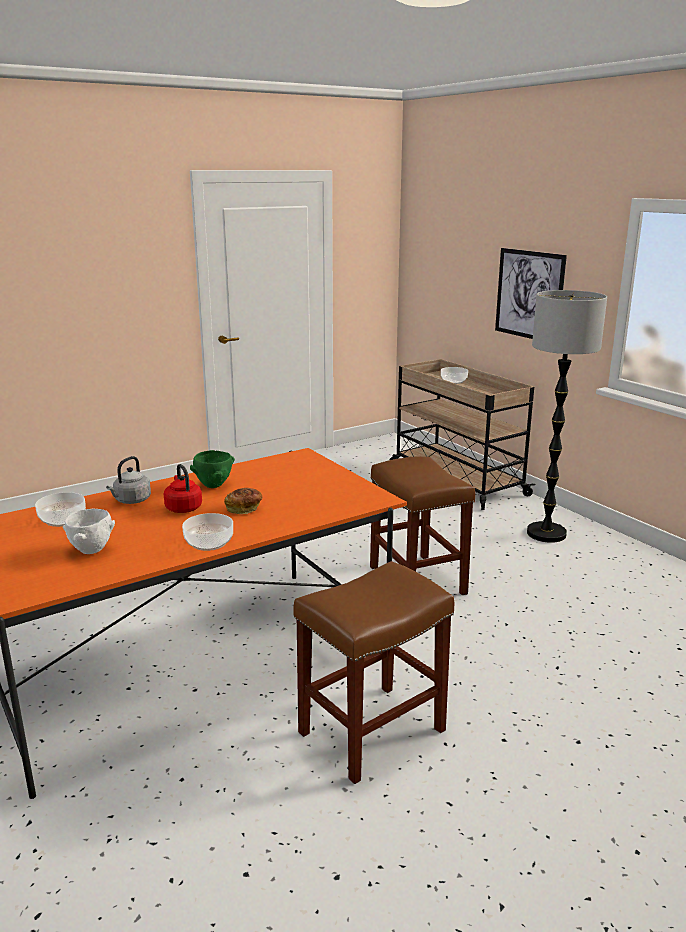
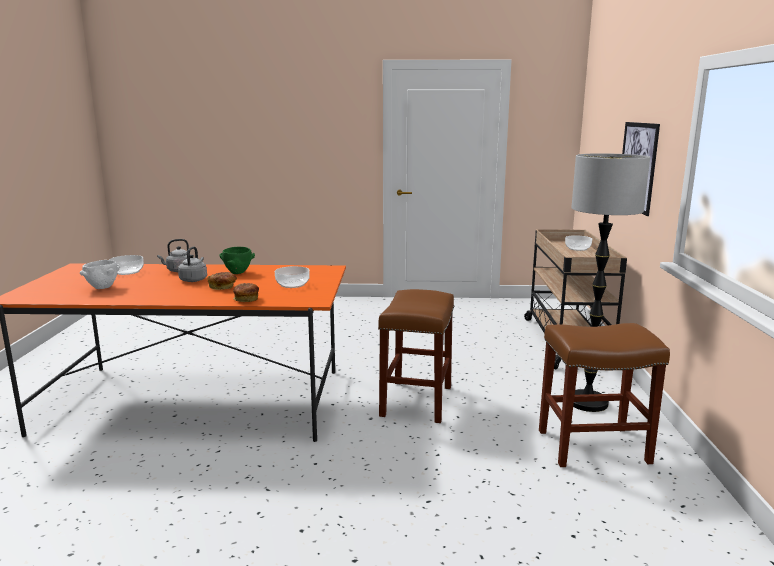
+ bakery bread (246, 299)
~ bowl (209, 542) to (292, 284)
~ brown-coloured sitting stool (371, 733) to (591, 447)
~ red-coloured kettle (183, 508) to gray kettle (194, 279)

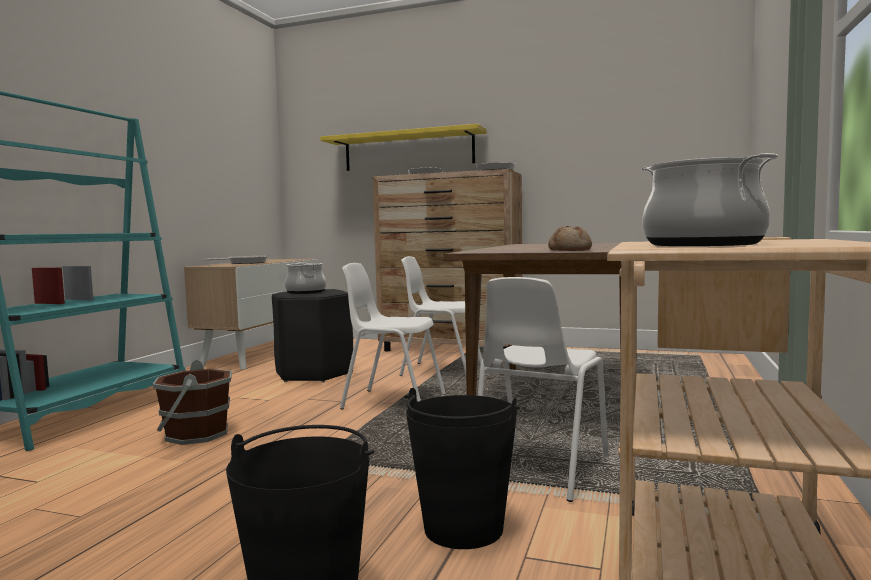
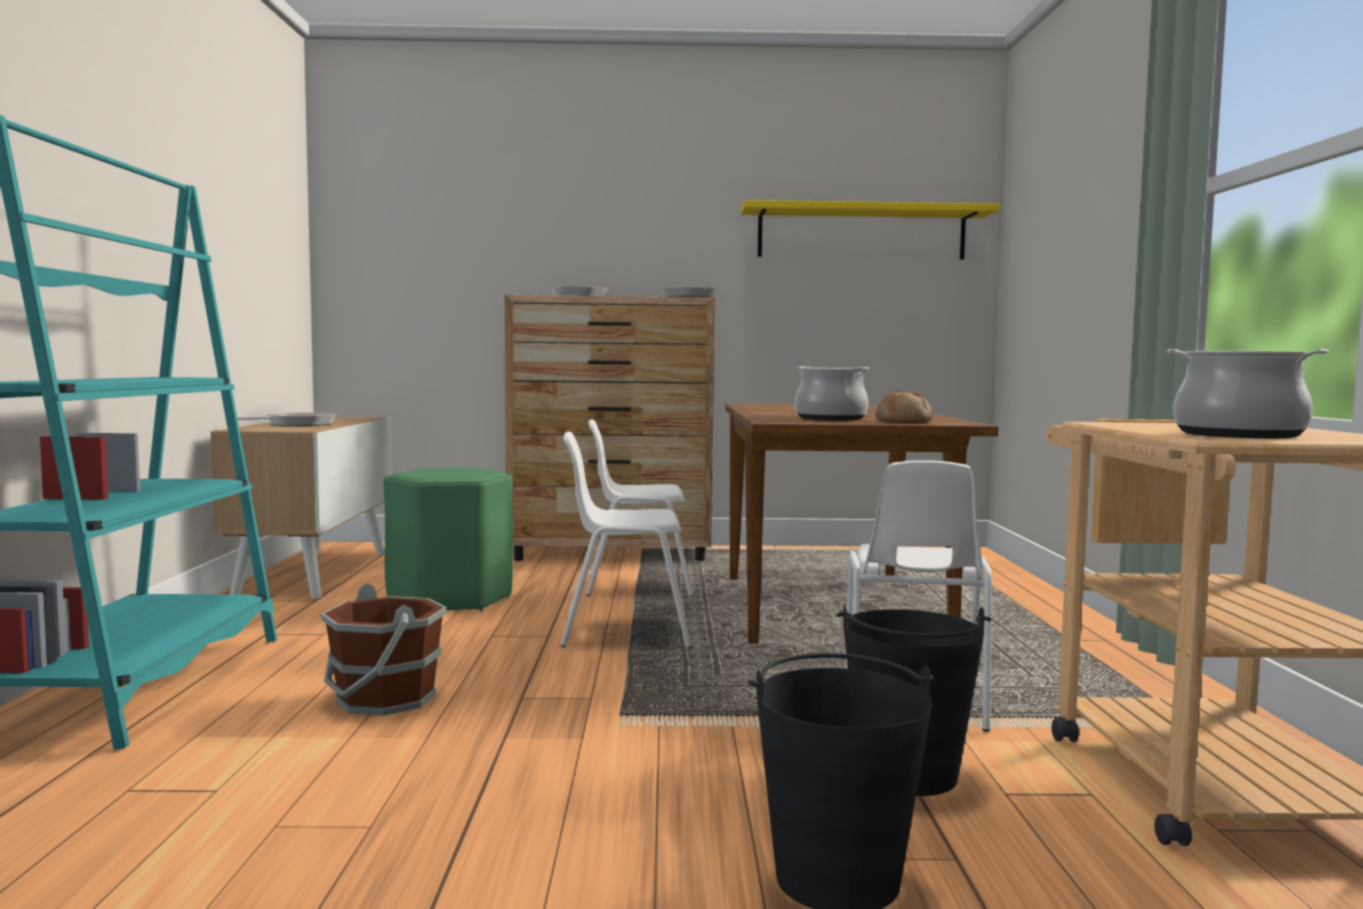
~ stockpot (305, 292) to (830, 418)
~ yellowish shelf (408, 151) to (861, 234)
~ black sitting stool (315, 374) to green sitting stool (450, 599)

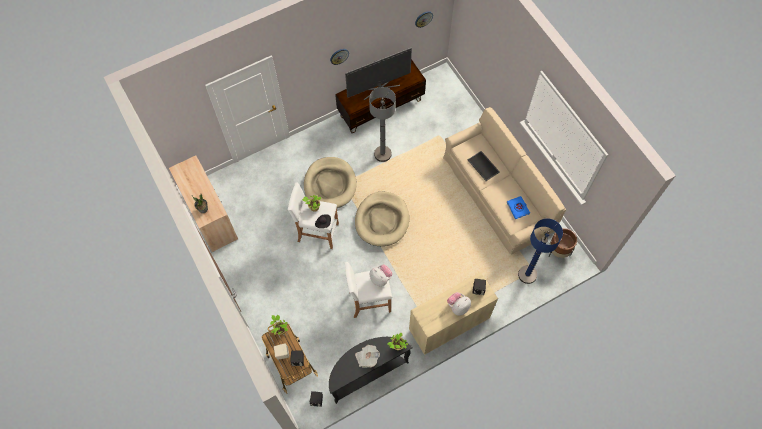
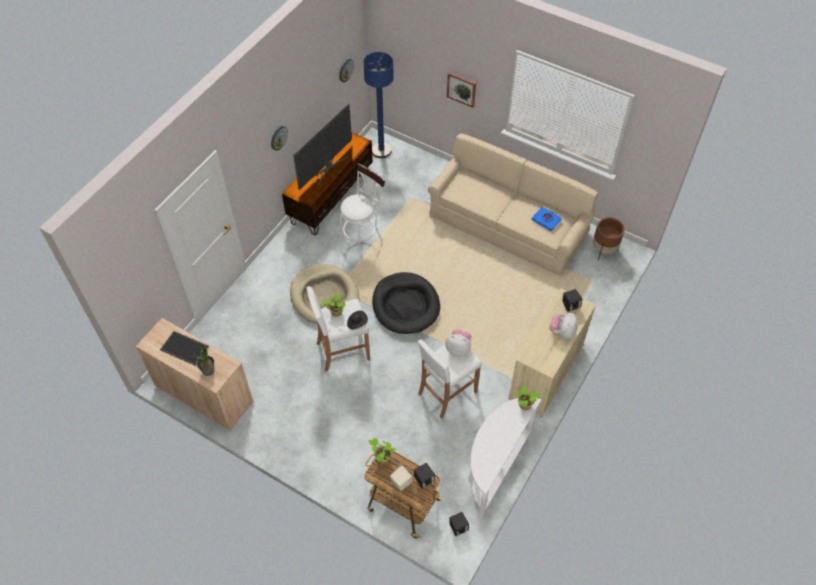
- printed paper (367, 357)
+ wall art (461, 89)
~ tray (484, 166) to (185, 348)
~ blue standing lamp (527, 274) to (381, 151)
~ gray standing lamp (382, 154) to whitish sitting stool (362, 240)
~ black narrow table (367, 373) to whitish narrow table (494, 468)
~ beige-coloured dog cushion (382, 220) to black dog cushion (405, 305)

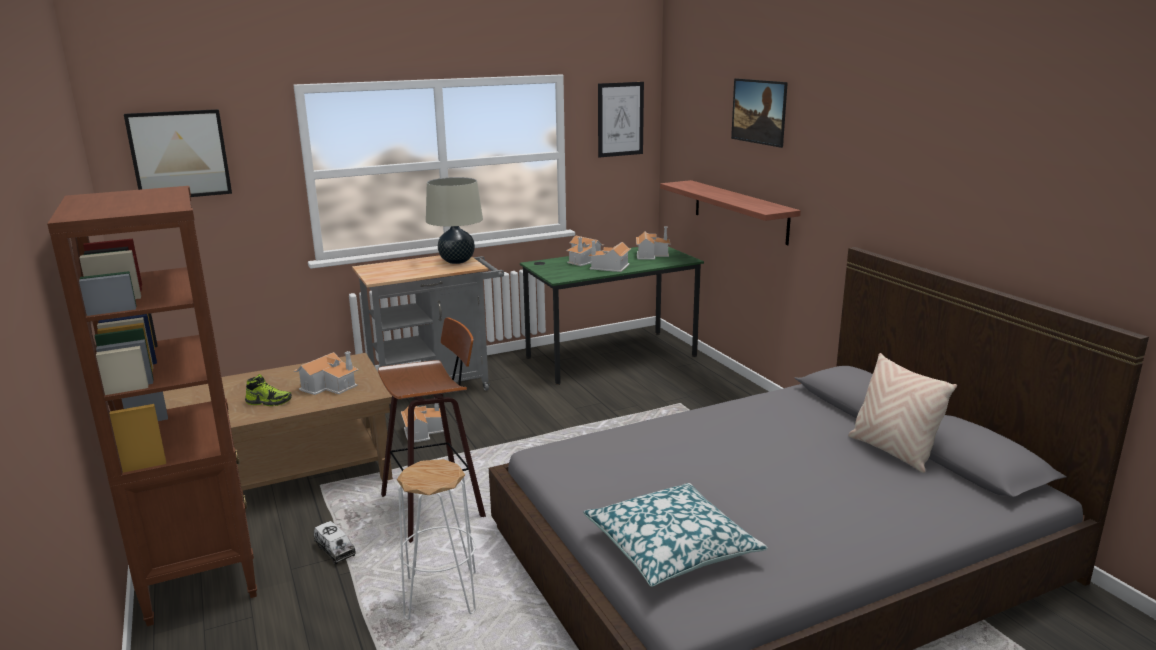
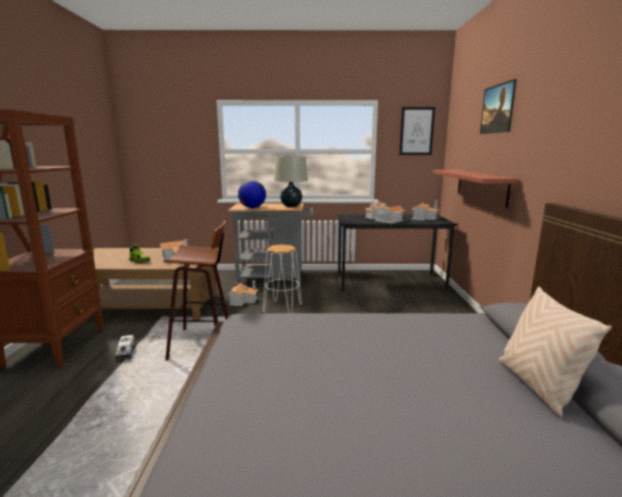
- wall art (179, 154)
- throw pillow (671, 547)
+ desk globe (252, 208)
~ whitish sitting stool (442, 595) to (283, 308)
~ green desk table (611, 357) to black desk table (389, 282)

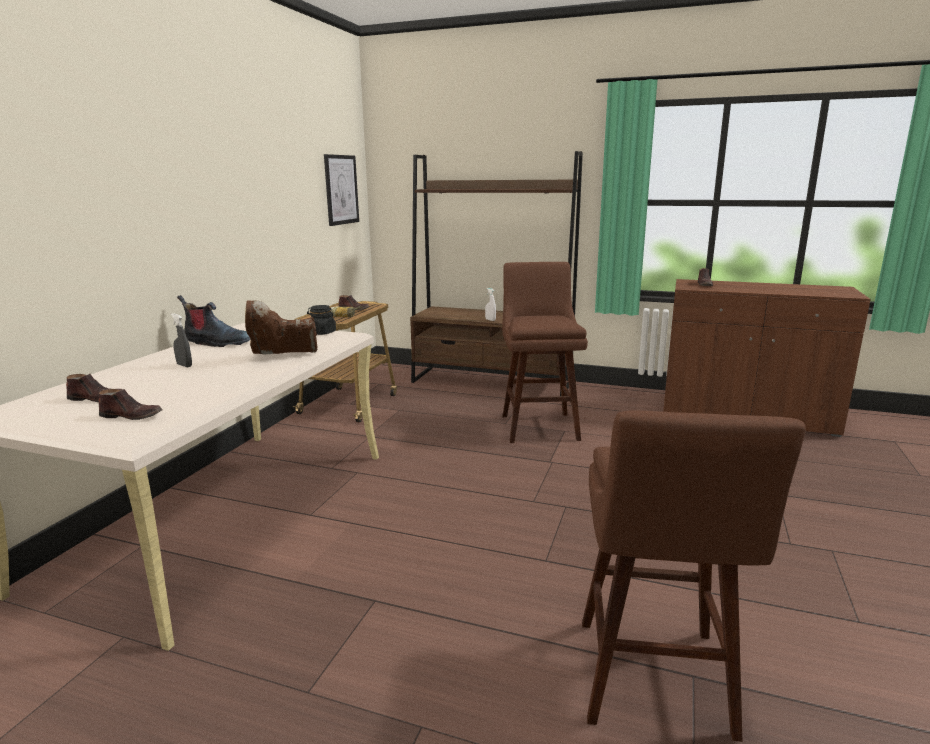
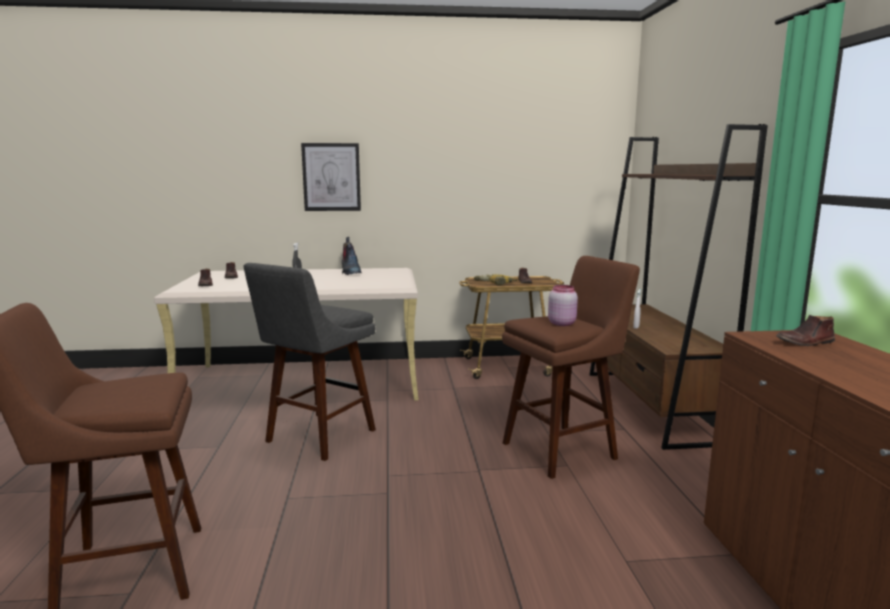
- brown-coloured high-top boot (282, 357)
- black storage jar (321, 333)
+ gray sitting stool (317, 438)
+ pink storage jar (561, 323)
~ wall art (341, 190) to (331, 177)

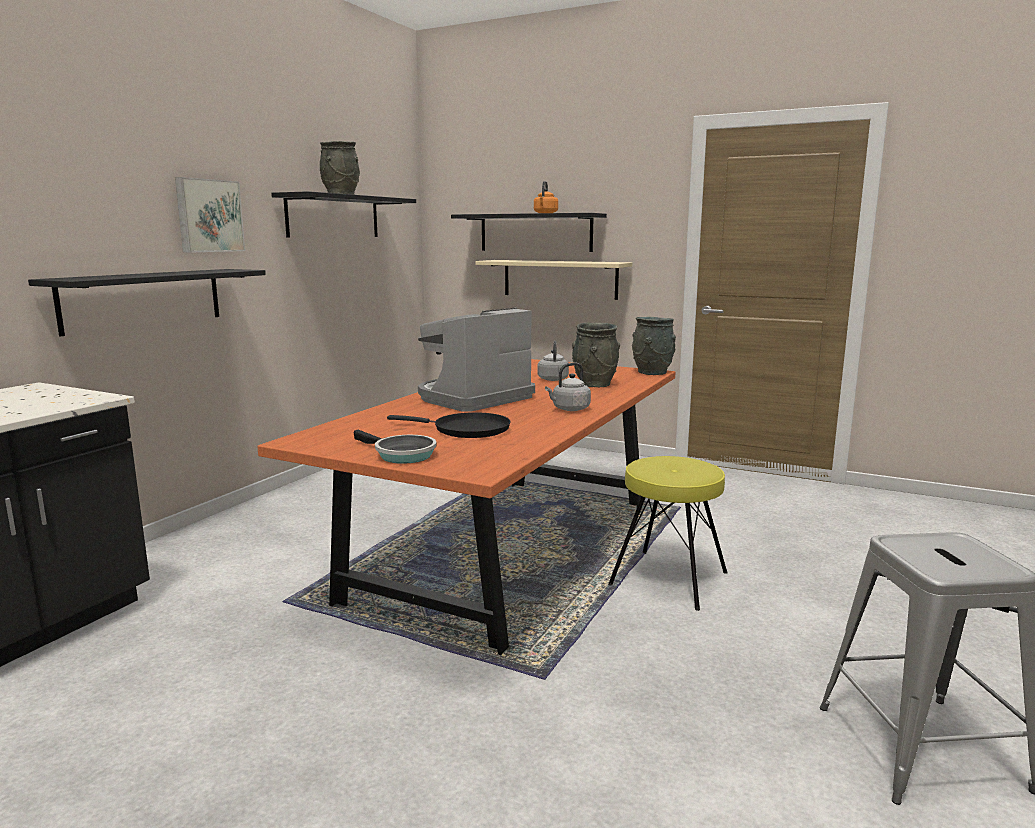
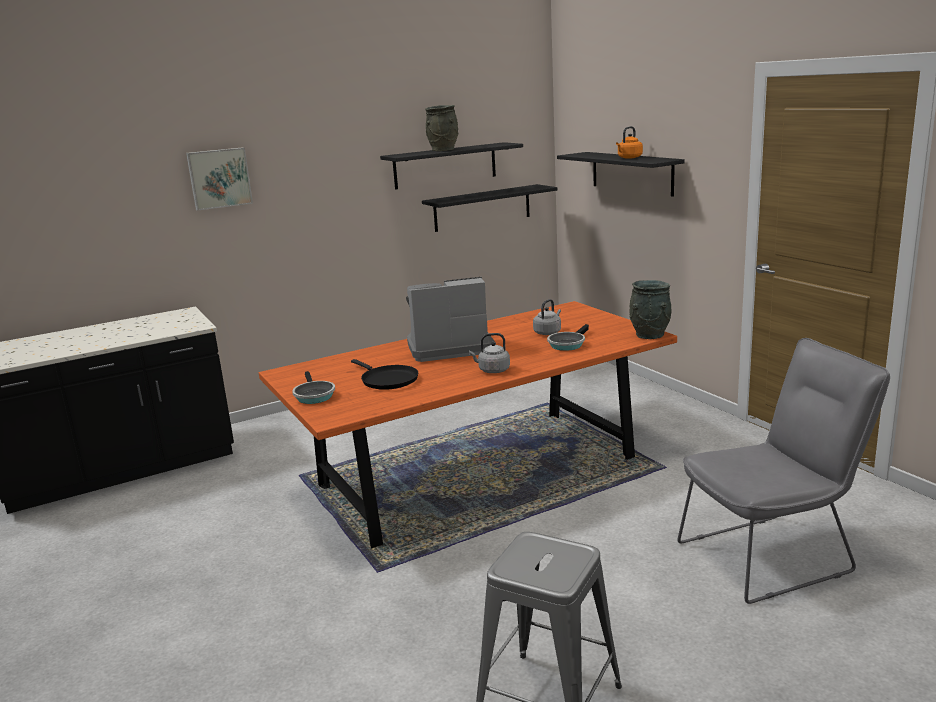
- beige-coloured shelf (560, 279)
- yellowish sitting stool (669, 579)
+ gray plain chair (773, 555)
~ black shelf (143, 299) to (482, 208)
~ wall art (208, 216) to (219, 178)
~ gray vase (594, 384) to pan (567, 344)

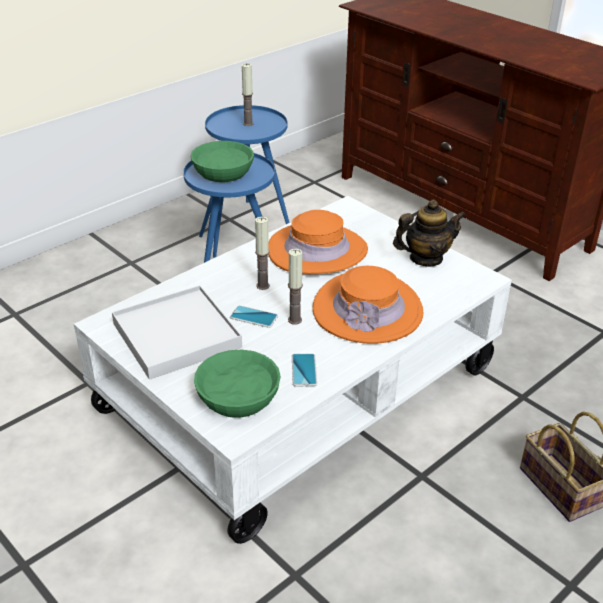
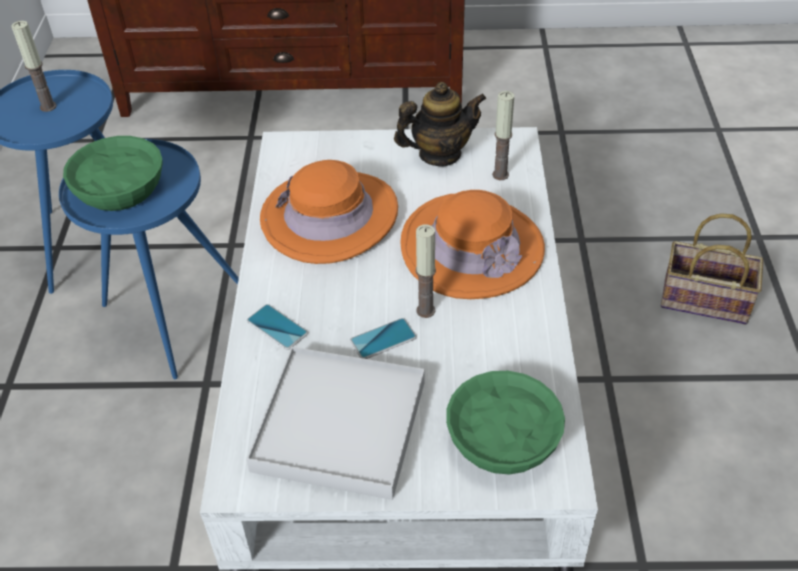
~ wax light (263, 285) to (500, 174)
~ telephone (304, 370) to (277, 327)
~ pot for tea (425, 258) = (439, 154) 45 degrees clockwise

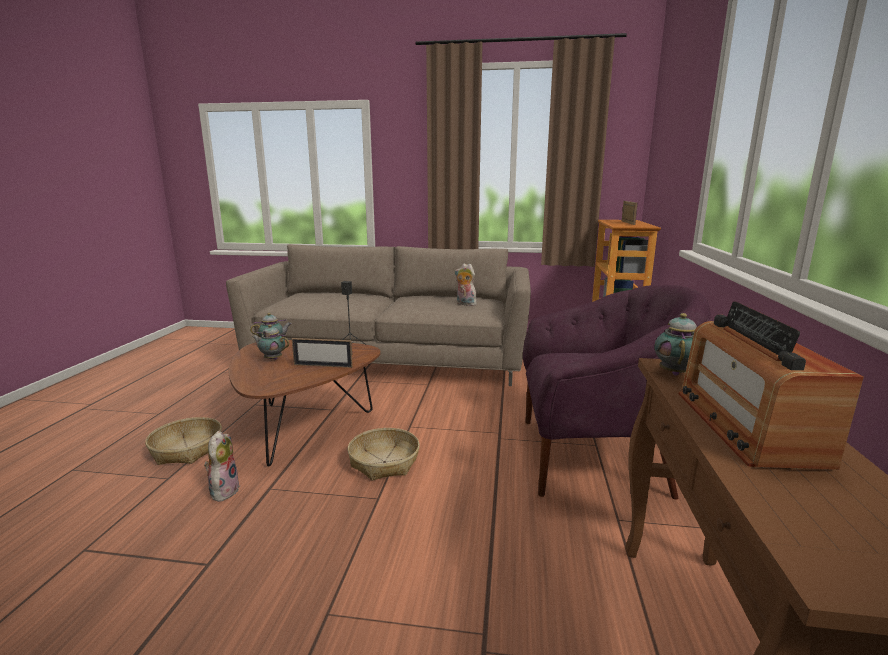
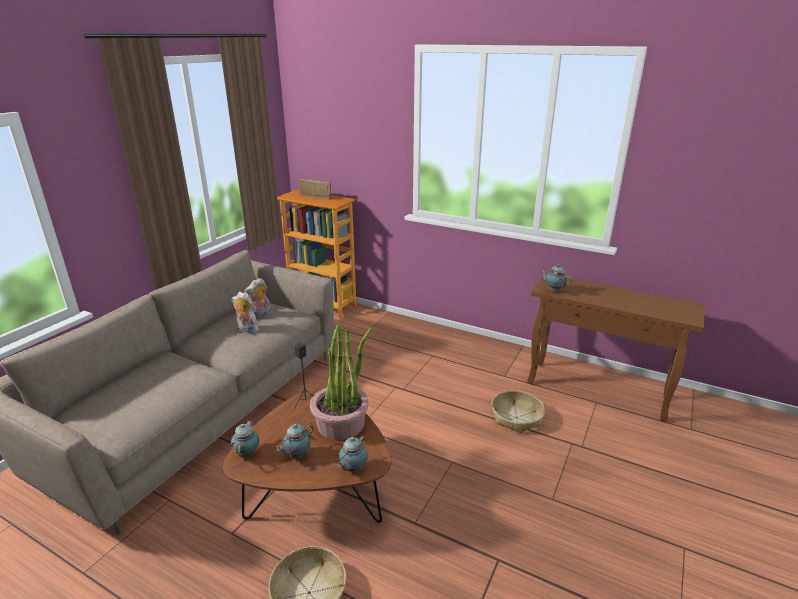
- purple easy chair (593, 456)
- radio receiver (746, 425)
+ pot for tea (352, 469)
~ soft toy (224, 490) to (246, 330)
~ storage basket (384, 462) to (516, 417)
~ photo frame (323, 366) to houseplant (341, 423)

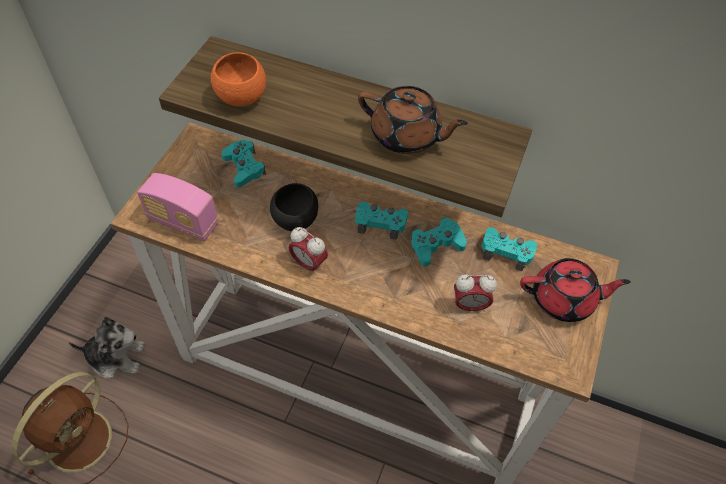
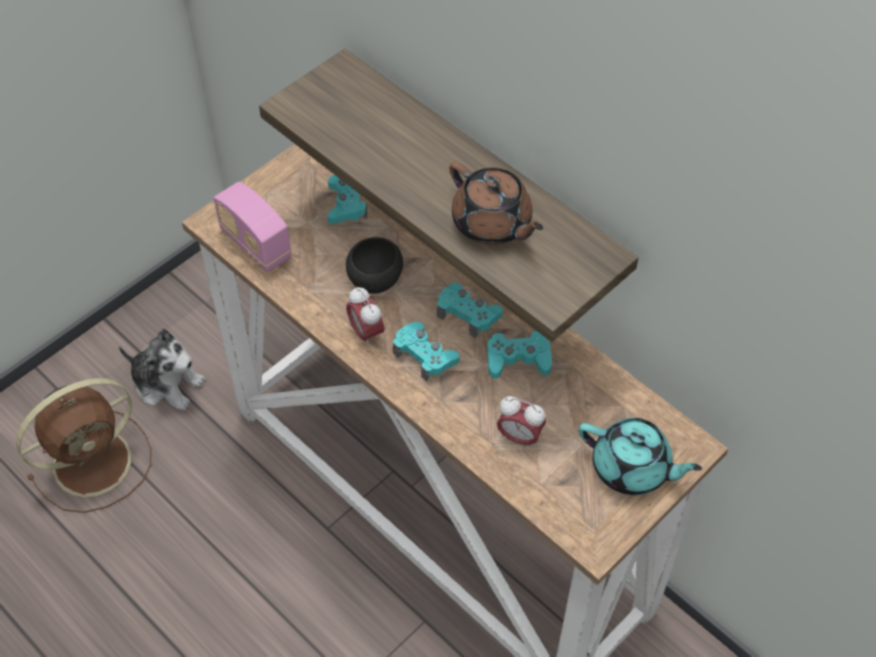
- orange bowl (241, 97)
~ turquoise-coloured joypad (506, 252) to (425, 355)
~ red-coloured pot for tea (564, 299) to turquoise-coloured pot for tea (632, 468)

